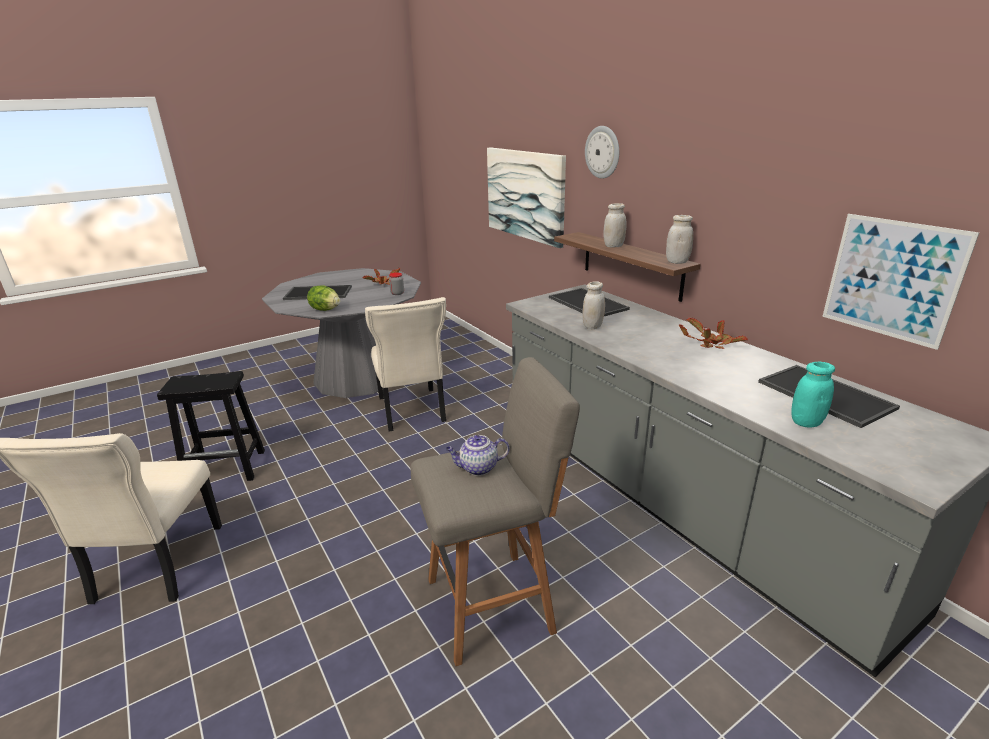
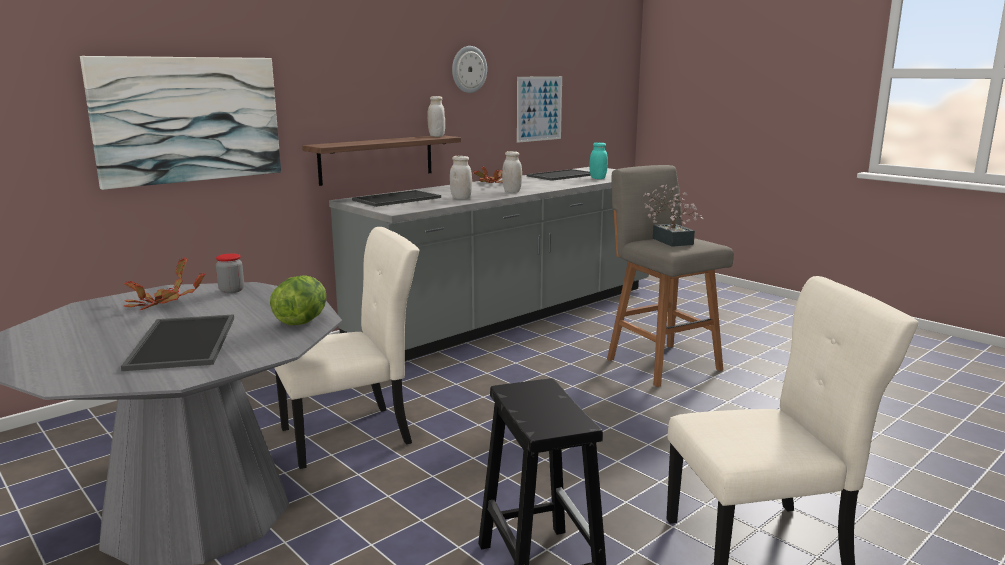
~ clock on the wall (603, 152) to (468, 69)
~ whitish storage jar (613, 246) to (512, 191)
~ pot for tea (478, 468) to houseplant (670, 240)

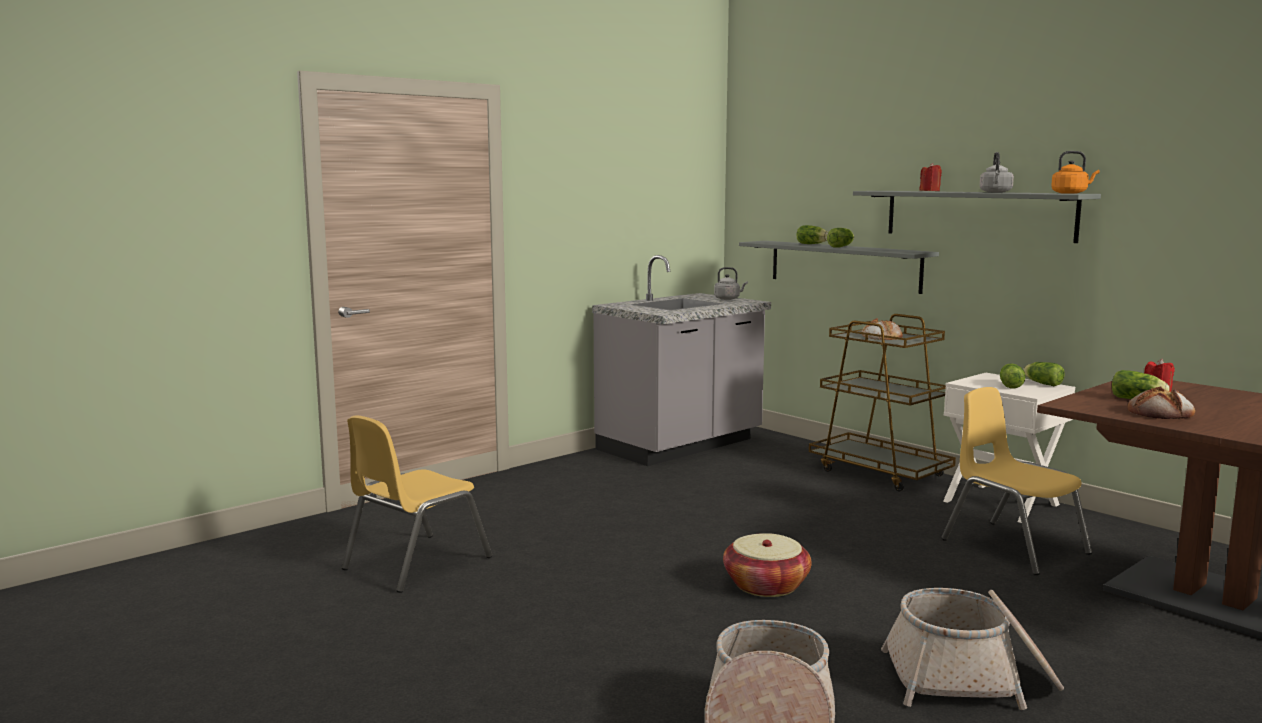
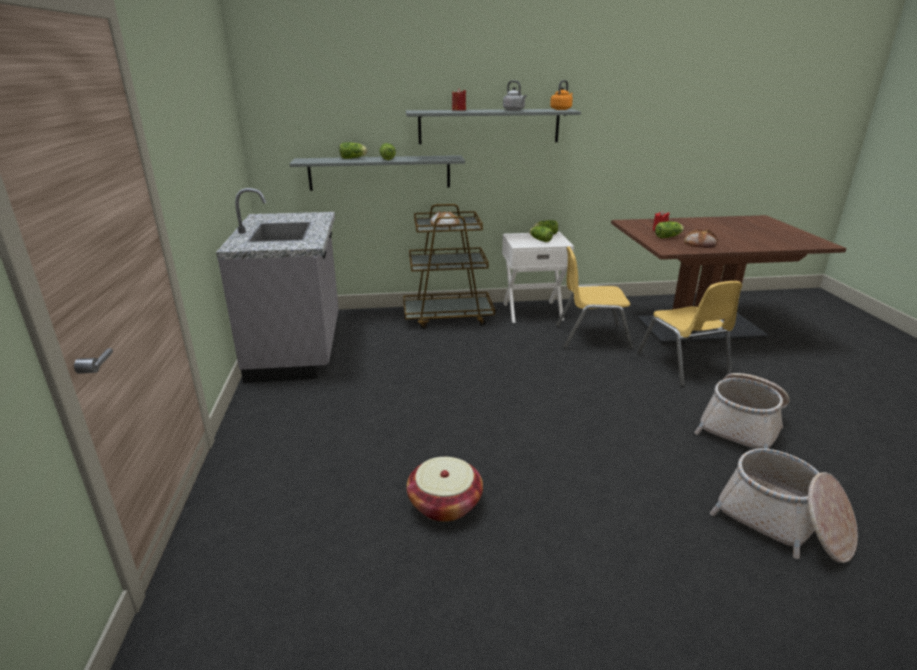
- gray kettle (728, 299)
~ yellowish plain chair (416, 563) to (683, 365)
~ storage basket (766, 585) to (445, 504)

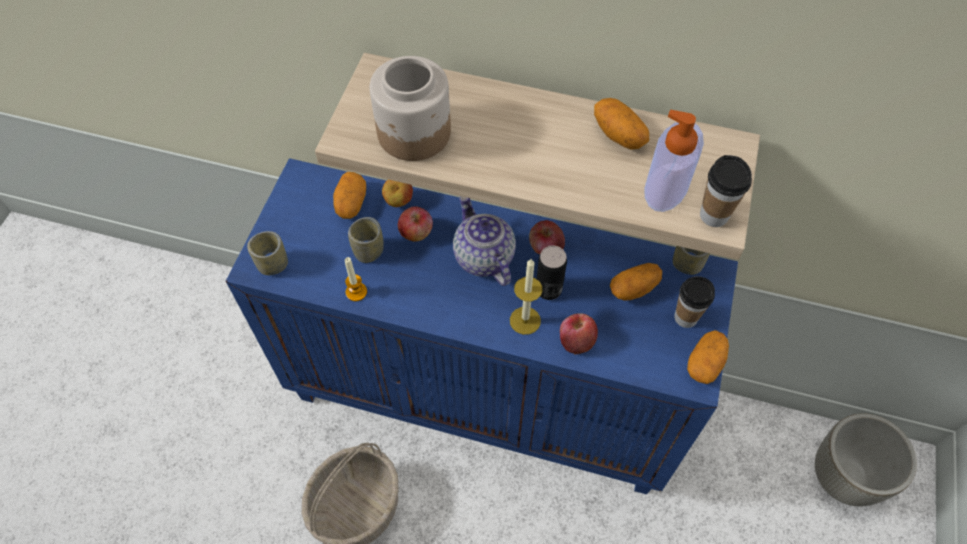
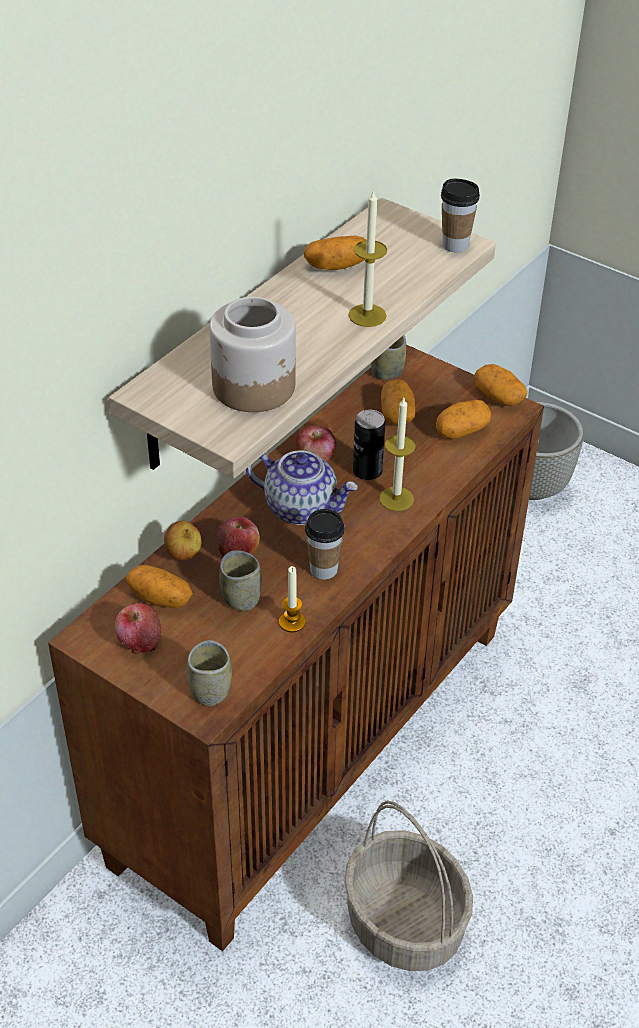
- soap dispenser (666, 187)
+ wax light (367, 315)
+ potato (461, 431)
~ whole apple (576, 340) to (139, 641)
~ cup (685, 317) to (323, 569)
~ blue storage cabinet (486, 395) to brown-coloured storage cabinet (314, 740)
~ pot for tea (483, 257) = (302, 508) 150 degrees counterclockwise

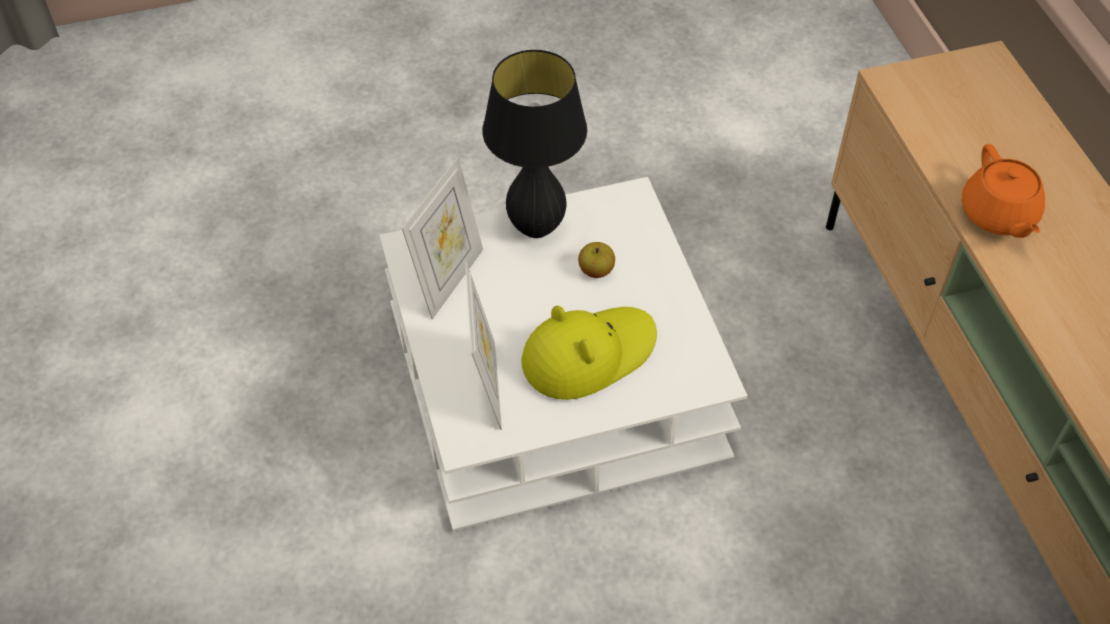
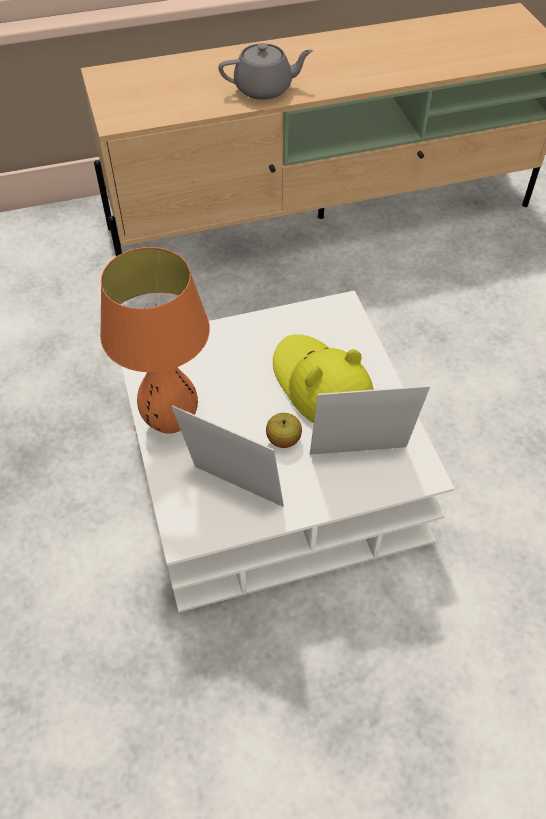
~ whole apple (596, 270) to (283, 440)
~ black table lamp (536, 228) to orange table lamp (171, 423)
~ orange pot for tea (998, 215) to gray pot for tea (264, 89)

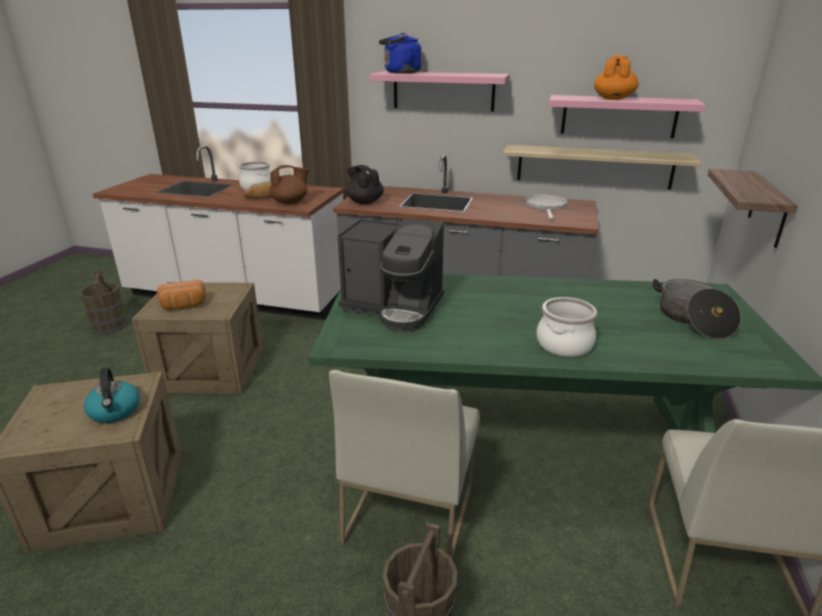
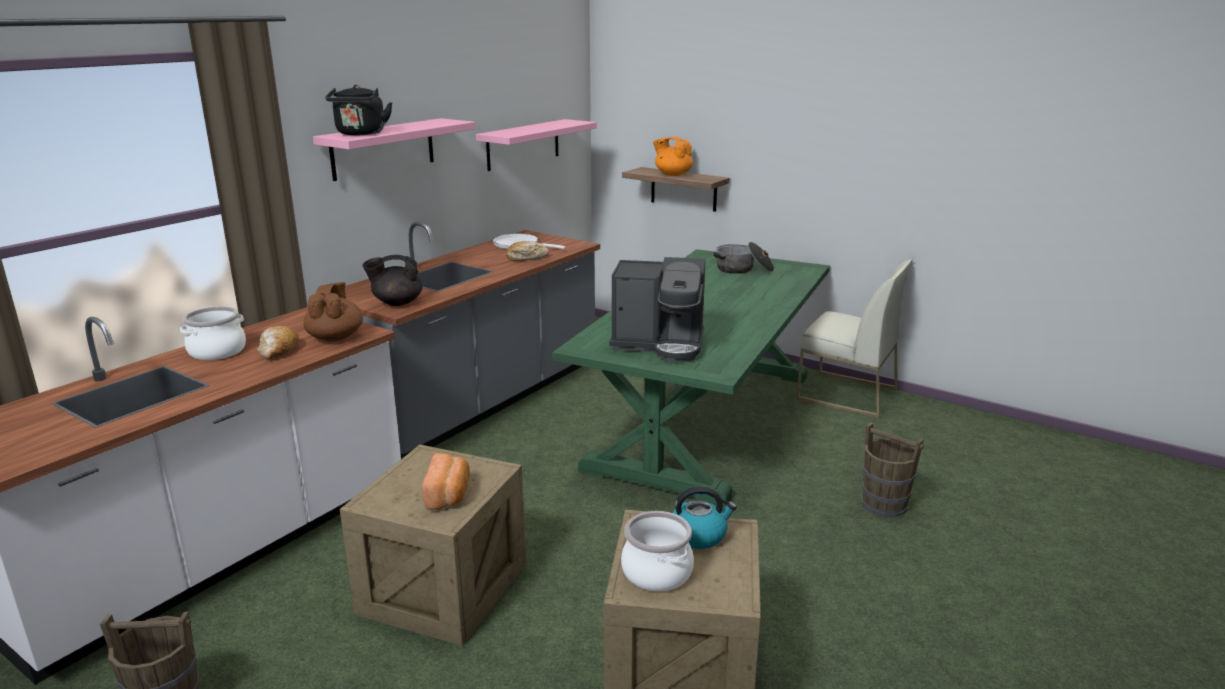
- whitish plain chair (409, 510)
- shelf (594, 166)
+ bakery bread (526, 257)
~ stockpot (564, 345) to (657, 572)
~ orange pot for tea (613, 99) to (672, 174)
~ blue kettle (400, 73) to black kettle (360, 134)
~ coffee brewer (394, 307) = (660, 344) 60 degrees clockwise

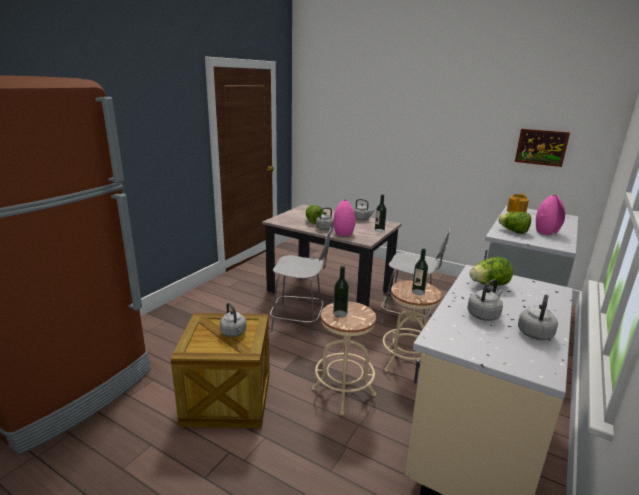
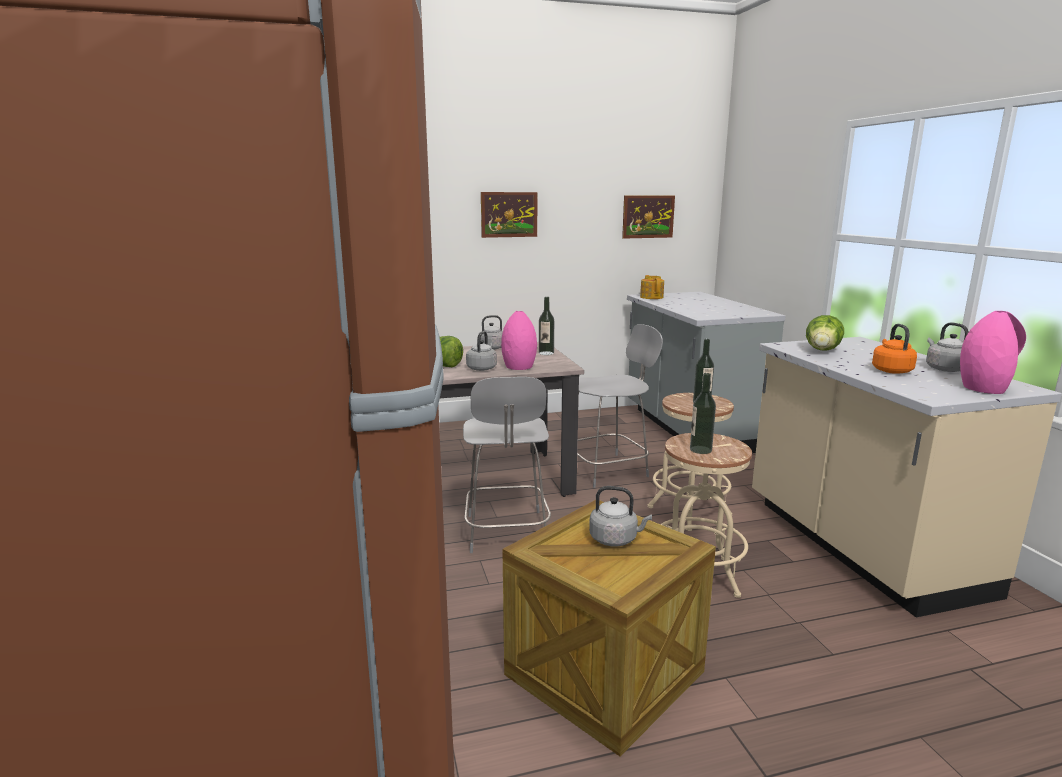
- lettuce (513, 231)
+ wall art (509, 214)
~ pink vase (546, 232) to (984, 388)
~ gray kettle (484, 315) to orange kettle (890, 370)
~ gray plain chair (299, 323) = (506, 533) 120 degrees clockwise

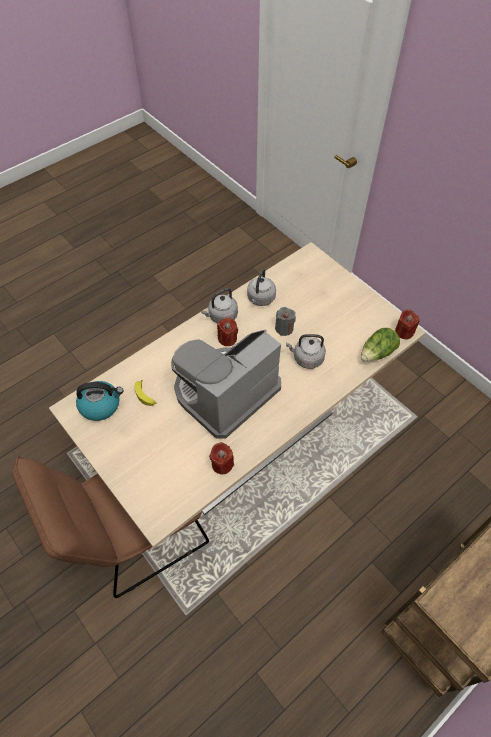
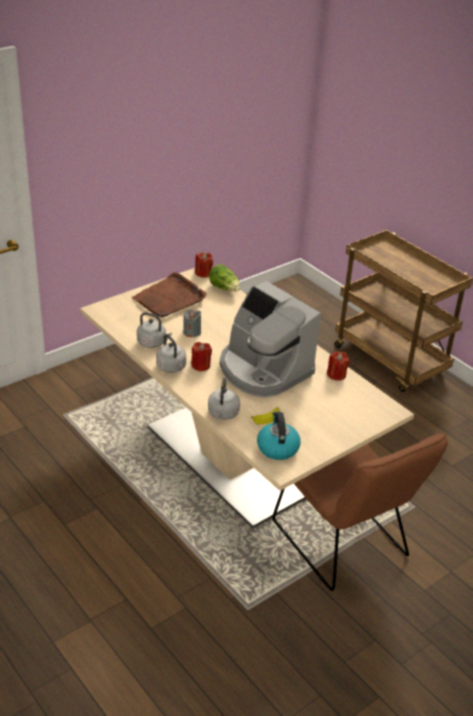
+ brown-coloured tray (169, 298)
~ gray kettle (306, 358) to (223, 414)

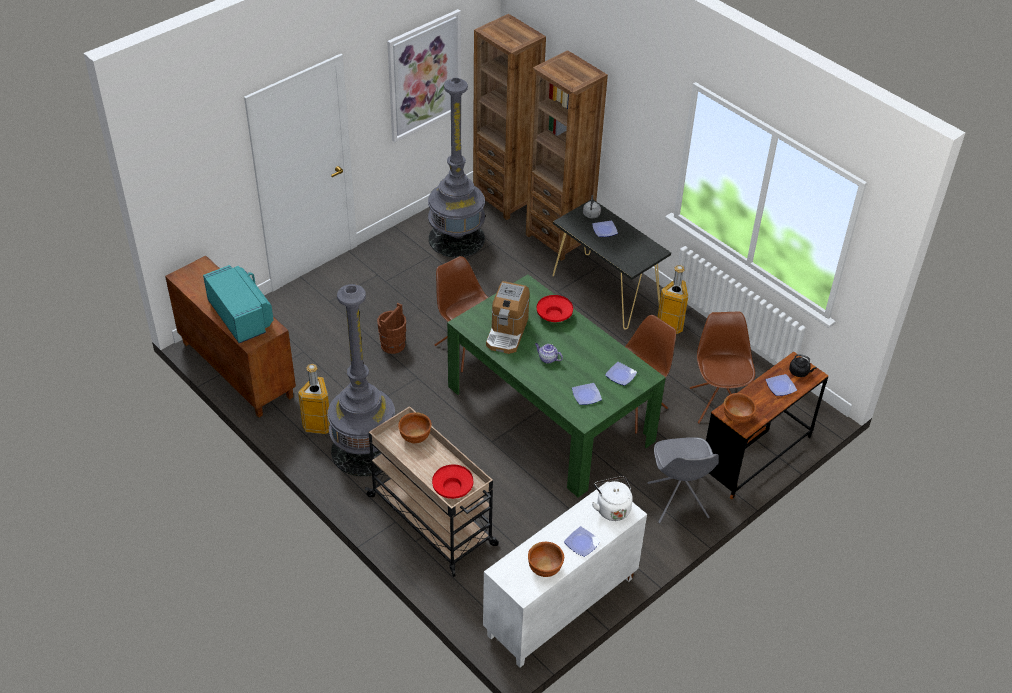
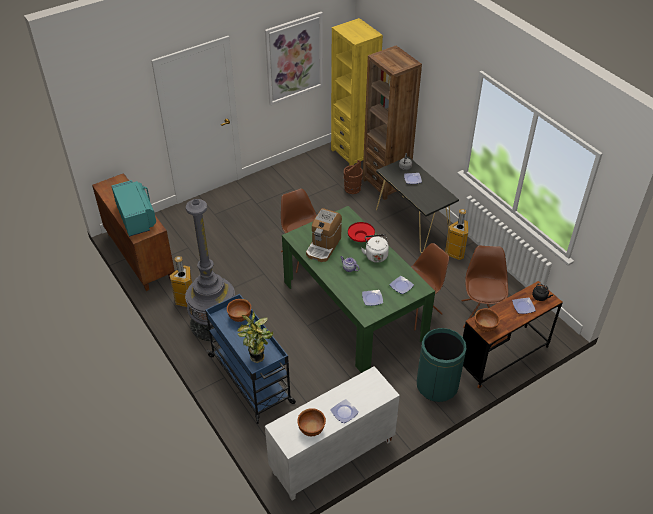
- gray standing lamp (456, 238)
~ brown-coloured bucket (393, 345) to (352, 188)
~ whitish kettle (612, 508) to (375, 255)
~ red-coloured bowl (452, 488) to houseplant (258, 358)
~ gray plain chair (678, 501) to green rubbish bin (437, 385)
~ beige-coloured wheeled cart (433, 521) to blue wheeled cart (251, 380)
~ brown-coloured bookshelf (505, 199) to yellowish bookshelf (353, 153)

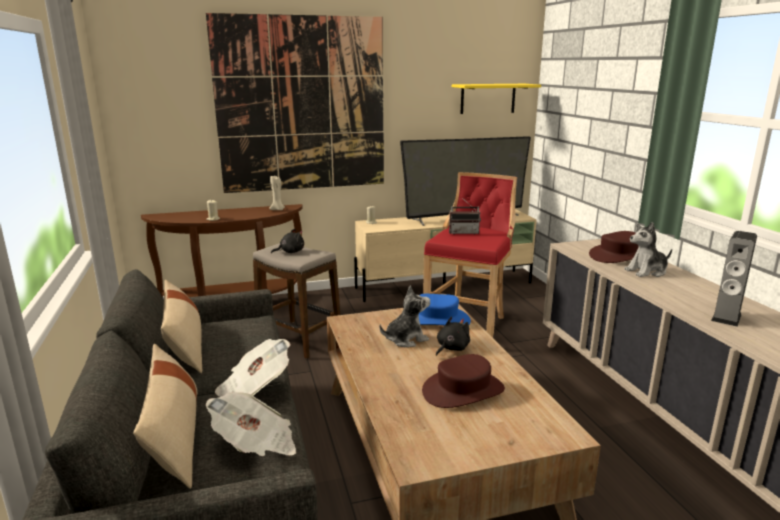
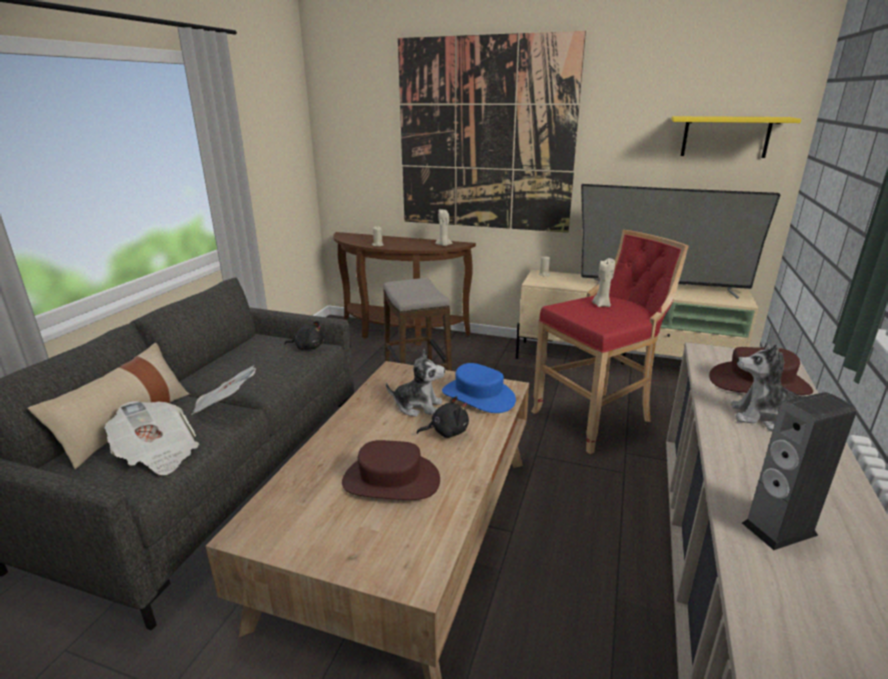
- beige-coloured throw pillow (185, 345)
~ black soft toy (290, 252) to (308, 347)
~ radio receiver (463, 232) to beige-coloured wax light (601, 305)

